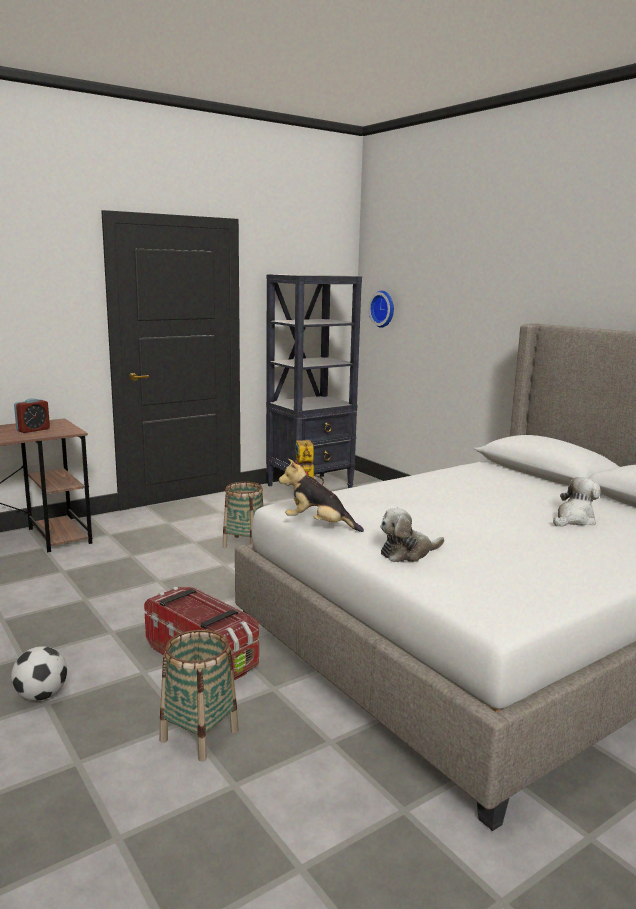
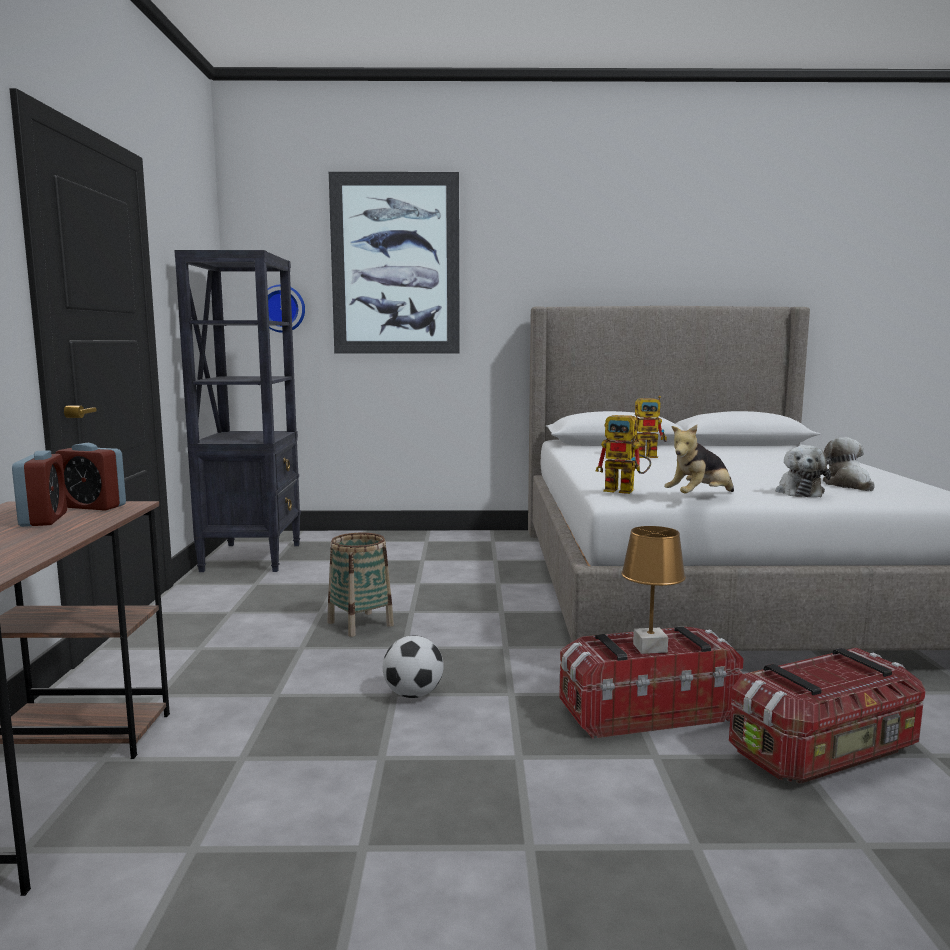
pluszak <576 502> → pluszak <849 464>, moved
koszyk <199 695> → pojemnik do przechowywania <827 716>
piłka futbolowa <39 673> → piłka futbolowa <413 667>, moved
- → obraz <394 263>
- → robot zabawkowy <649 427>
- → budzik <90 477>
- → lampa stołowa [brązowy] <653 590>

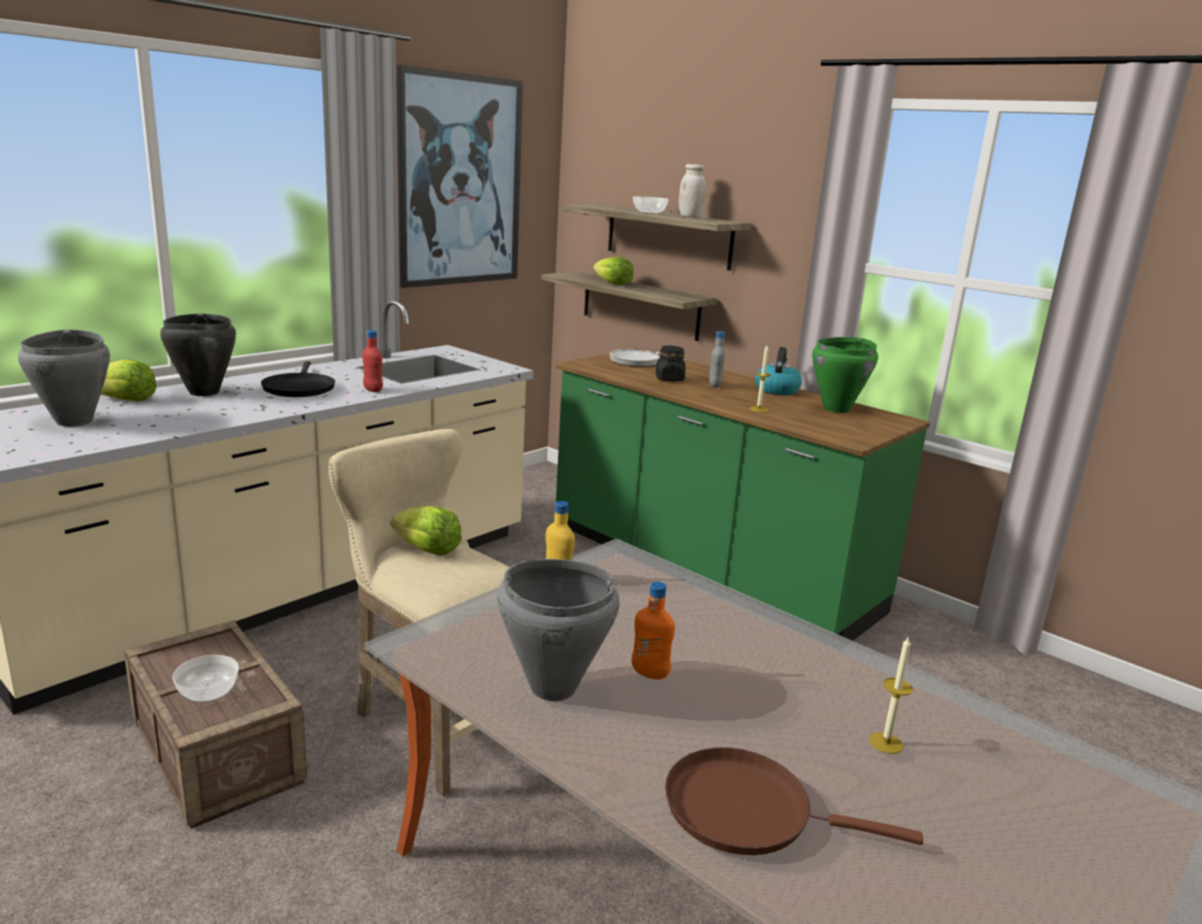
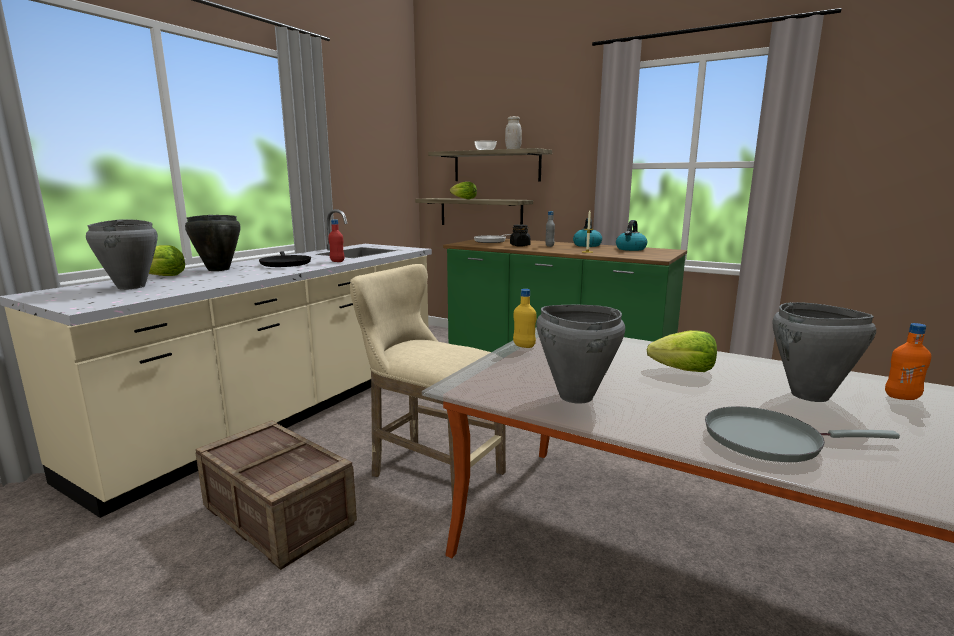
obraz <460 176> → -
garnek [zielony] <845 375> → czajnik <631 235>
sałata <426 531> → sałata <682 351>, moved
butelka [pomarańczowy] <653 631> → butelka [pomarańczowy] <908 361>, moved
świeca <891 695> → garnek [szary] <824 352>
miska <206 678> → -
patelnia [brązowy] <794 801> → patelnia [szary] <802 434>

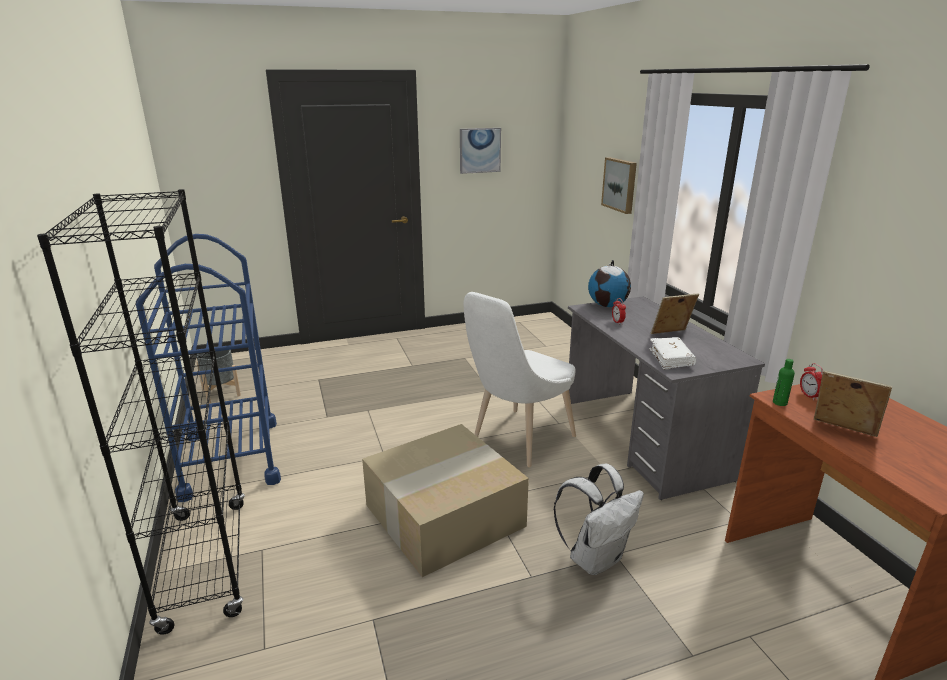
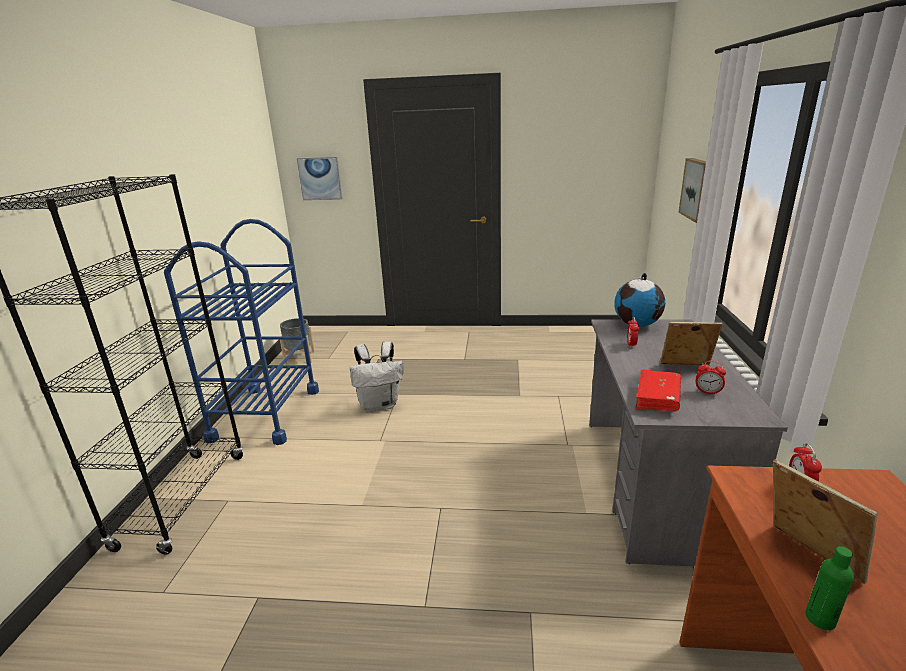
obraz <480 151> → obraz <320 178>, moved
krzesło [biały] <520 379> → -
książka [biały] <673 353> → książka [czerwony] <658 390>
butelka [zielony] <784 382> → butelka [zielony] <829 588>, moved
karton <445 500> → -
plecak [biały] <598 519> → plecak [biały] <376 376>, moved
- → budzik <711 377>

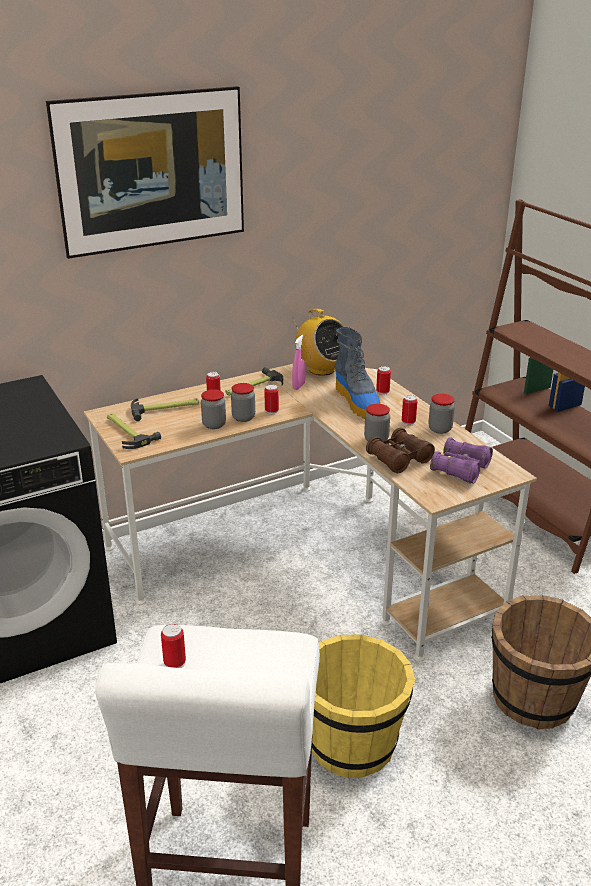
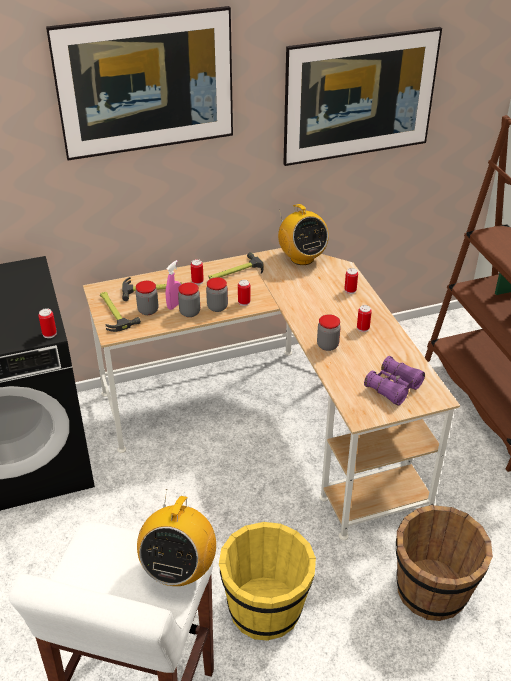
but z cholewką <358 373> → -
spryskiwacz [różowy] <299 362> → spryskiwacz [różowy] <173 285>, moved
słoik <441 414> → słoik <147 298>, moved
lornetka [brązowy] <400 450> → -
puszka <173 645> → puszka <47 323>, moved
- → obraz <362 96>
- → radio <176 537>

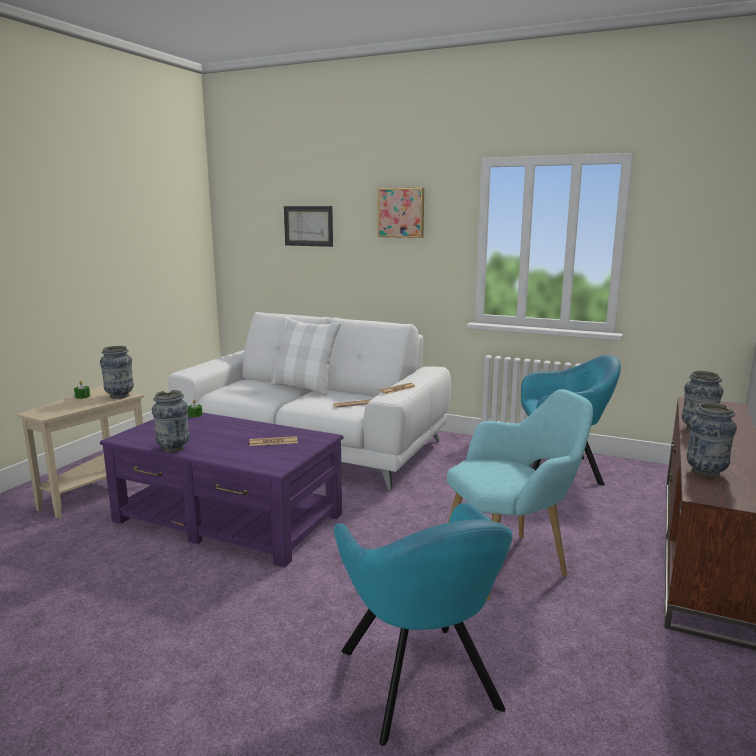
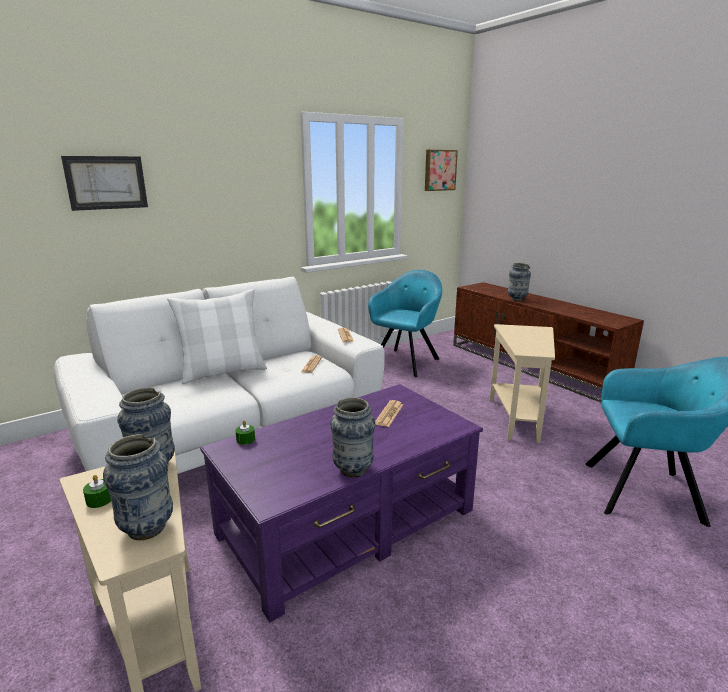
obraz <401 213> → obraz <441 170>, moved
fotel [turkusowy] <520 495> → stolik [beżowy] <522 383>
wazon <711 440> → wazon <138 487>, moved

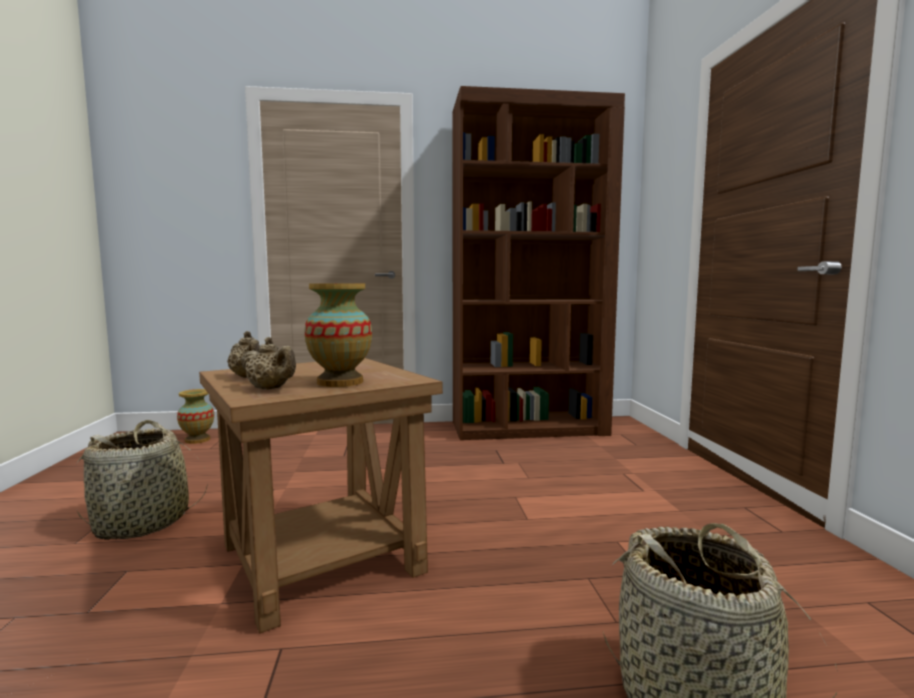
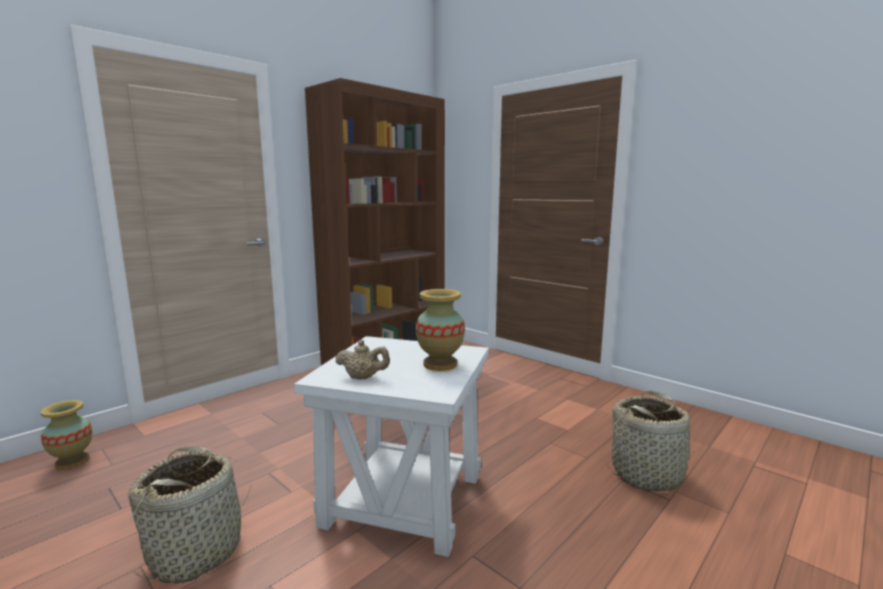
imbryk [beżowy] <268 363> → -
stolik [brązowy] <321 496> → stolik [biały] <391 446>

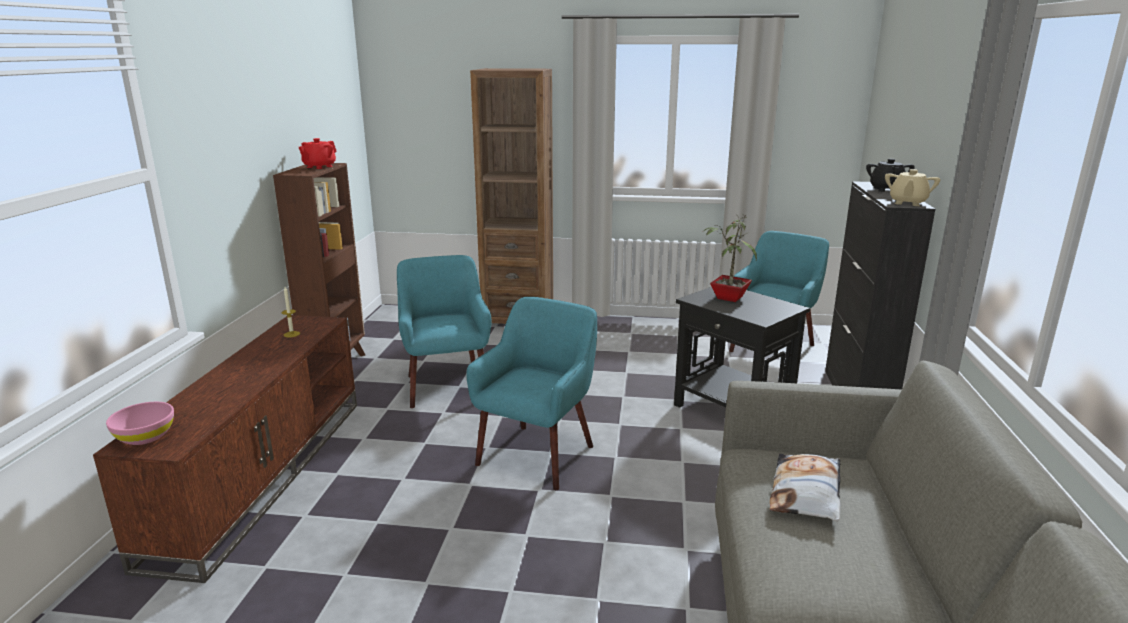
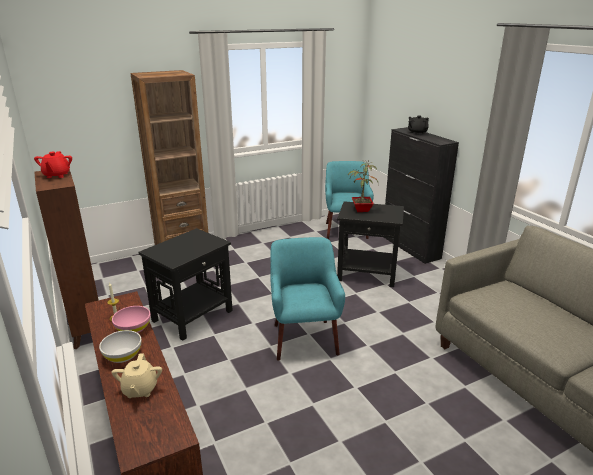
imbryk [beżowy] <912 187> → imbryk [beżowy] <137 376>, moved
fotel [turkusowy] <444 331> → stolik [czarny] <185 284>
miska [różowy] <140 423> → miska [różowy] <131 319>, moved
poduszka <805 487> → -
- → miska [biały] <120 346>

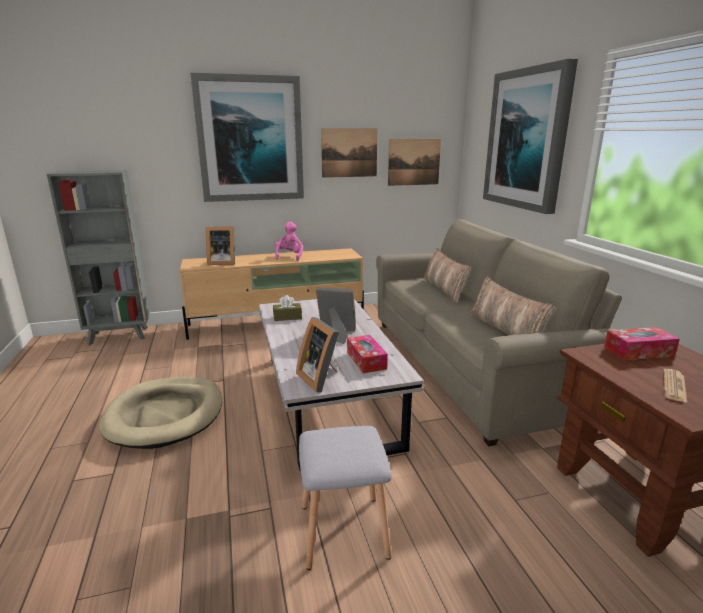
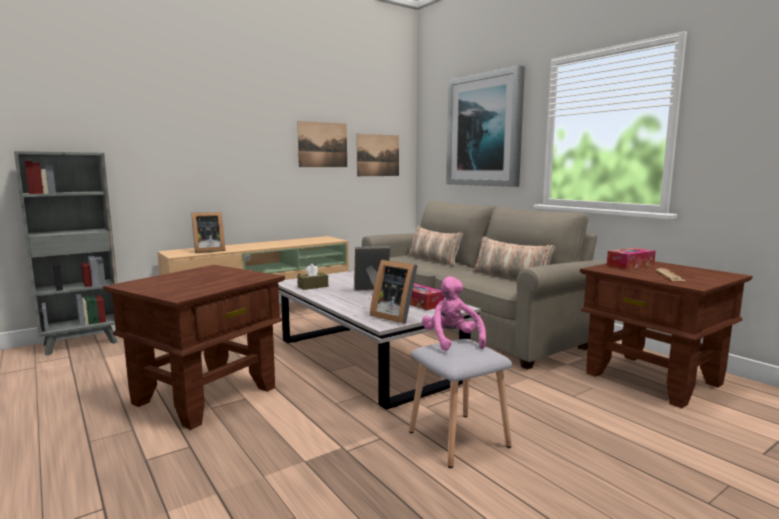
obraz <247 137> → -
pluszak [różowy] <289 241> → pluszak [różowy] <454 313>, moved
legowisko [beżowy] <160 413> → stolik [brązowy] <194 347>

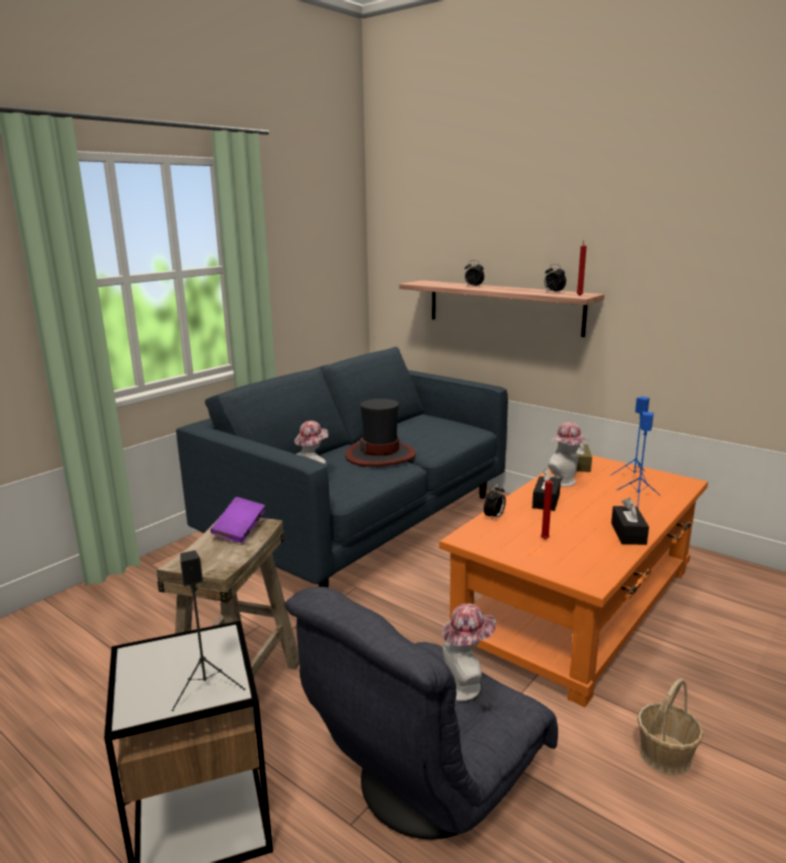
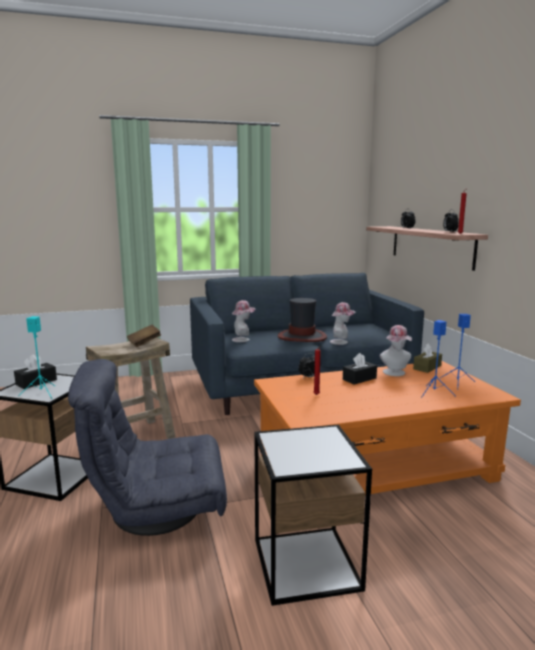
książka [fioletowy] <237 520> → książka [brązowy] <144 336>
pudełko chusteczek [czarny] <630 521> → pudełko chusteczek [czarny] <35 371>, moved
głośnik [czarny] <208 630> → głośnik [turkusowy] <36 357>
kapelusz <469 652> → kapelusz <343 323>, moved
koszyk <670 727> → stolik <313 515>

